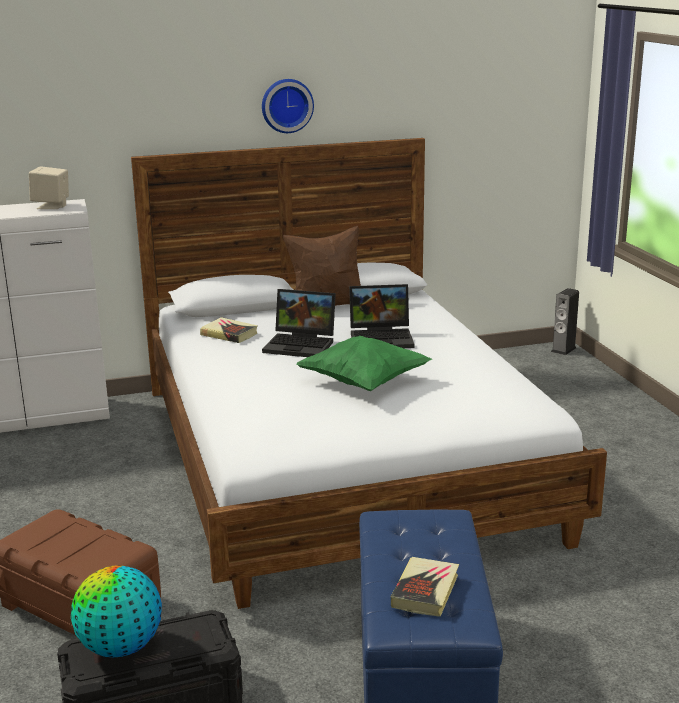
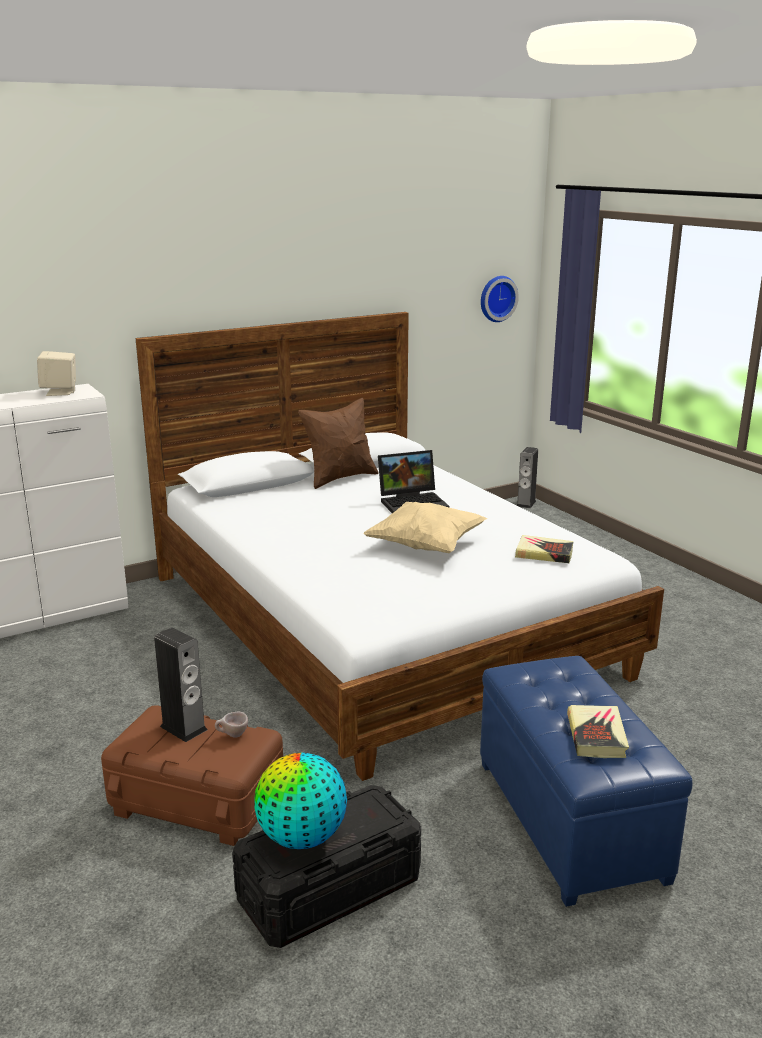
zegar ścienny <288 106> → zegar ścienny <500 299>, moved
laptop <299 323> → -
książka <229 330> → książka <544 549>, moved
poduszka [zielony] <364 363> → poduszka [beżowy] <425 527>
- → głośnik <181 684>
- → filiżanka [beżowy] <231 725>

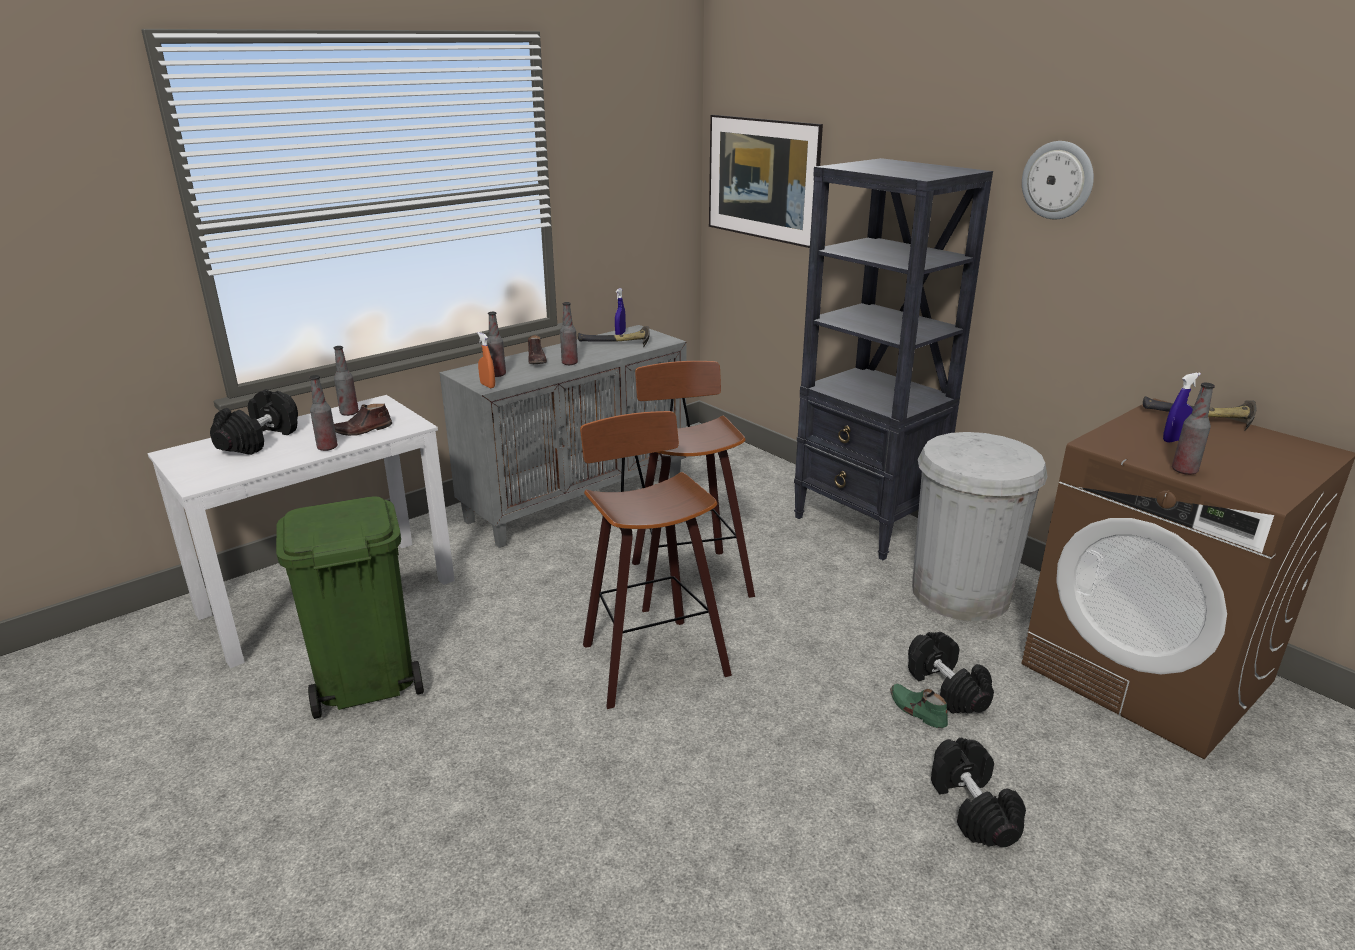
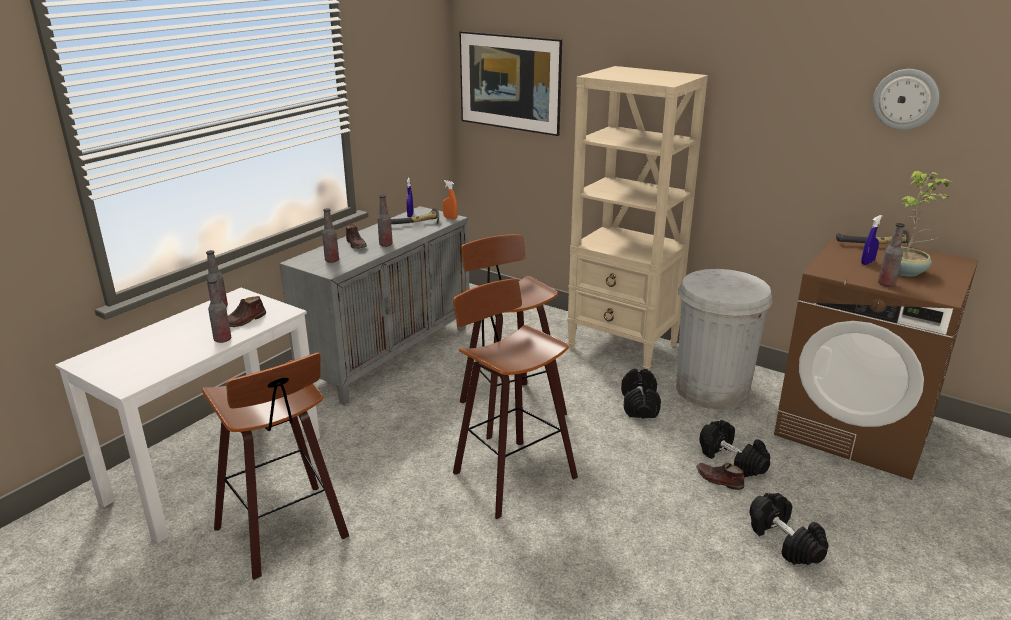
zegar ścienny <1058 180> → zegar ścienny <906 99>, moved
regał [czarny] <893 359> → regał [beżowy] <637 218>
spryskiwacz [pomarańczowy] <486 360> → spryskiwacz [pomarańczowy] <450 200>, moved
hantel [czarny] <254 422> → hantel [czarny] <641 394>, moved
kosz na śmieci [zielony] <350 607> → stołek <275 466>
but [zielony] <919 706> → but [brązowy] <720 476>
- → roślina doniczkowa <924 224>

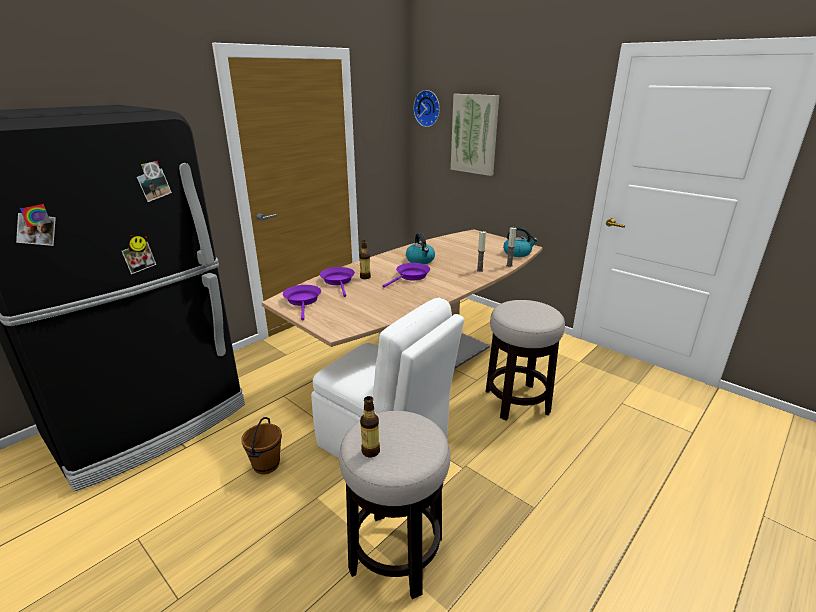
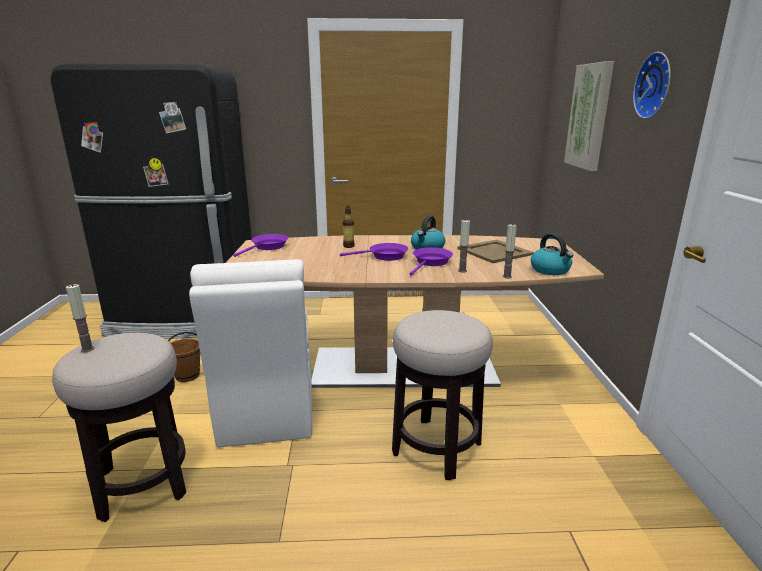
zegar ścienny <426 108> → zegar ścienny <652 85>, moved
patelnia [fioletowy] <337 282> → patelnia [fioletowy] <431 261>, moved
butelka <370 426> → świeca <80 318>
- → taca [beżowy] <495 251>

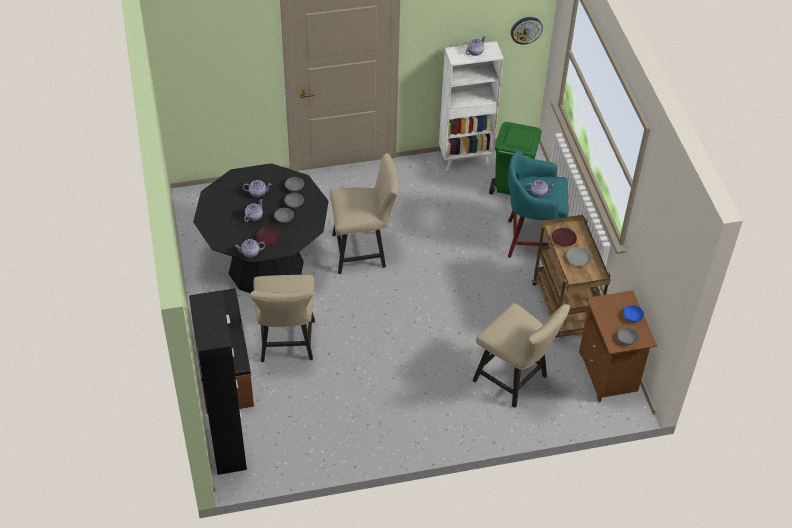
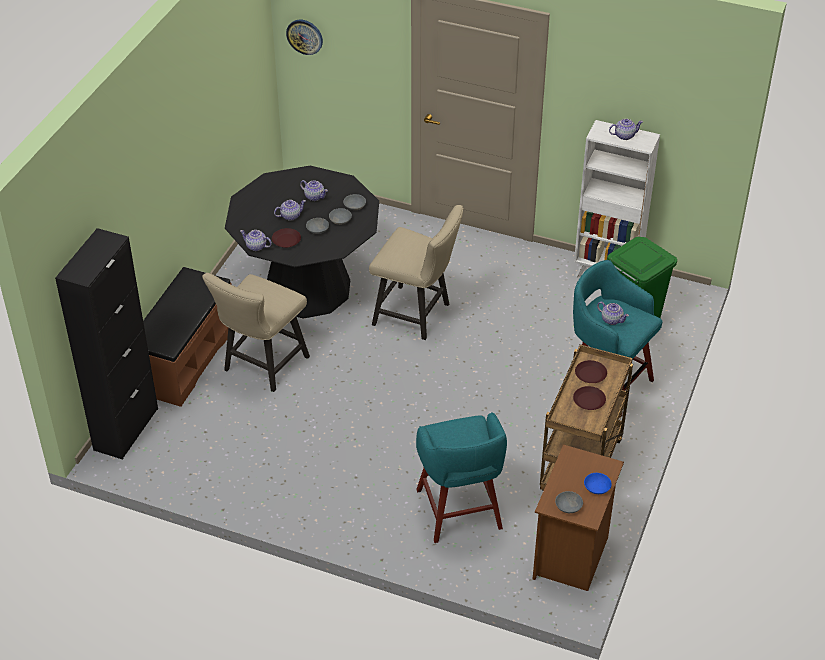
zegar ścienny <527 31> → zegar ścienny <304 37>, moved
talerz [szary] <579 256> → talerz [brązowy] <589 398>
krzesło [beżowy] <521 355> → stołek [turkusowy] <461 477>

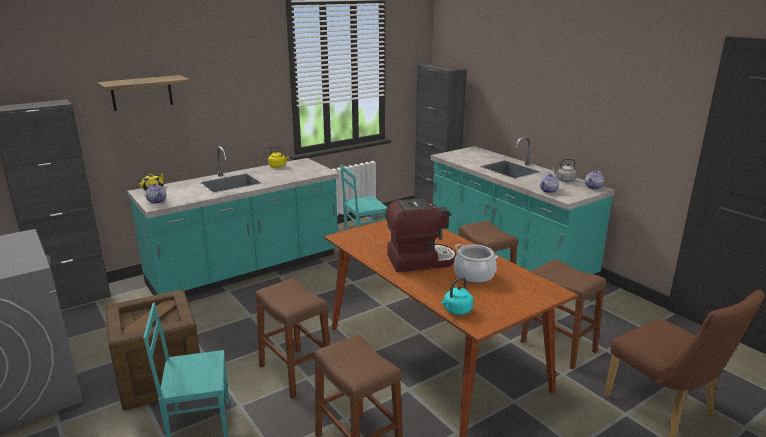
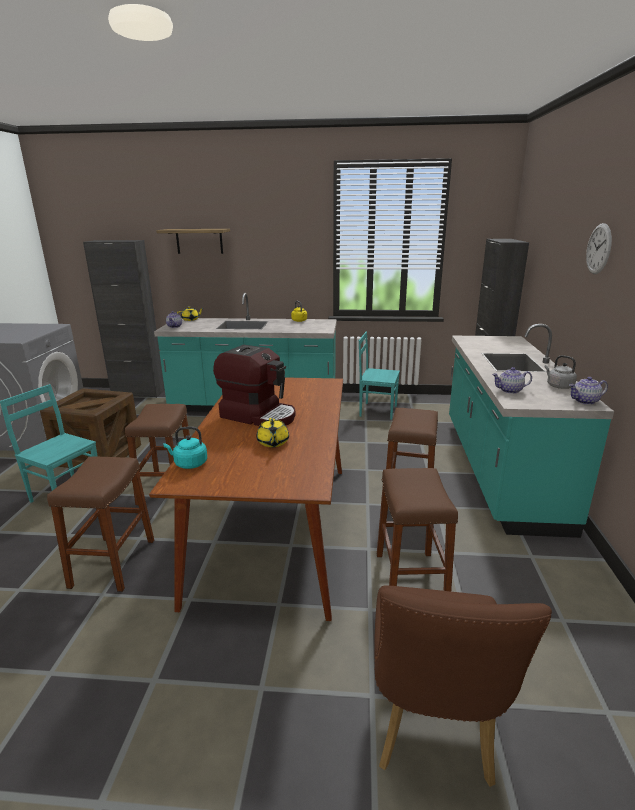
garnek <476 263> → imbryk [żółty] <272 432>
- → zegar ścienny <599 248>

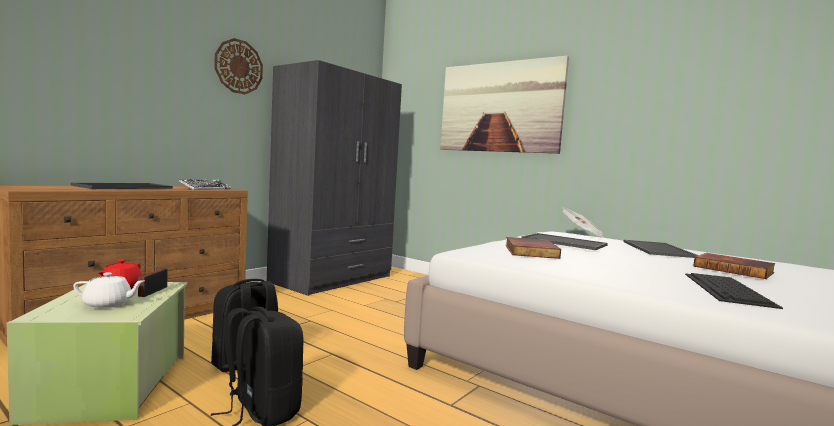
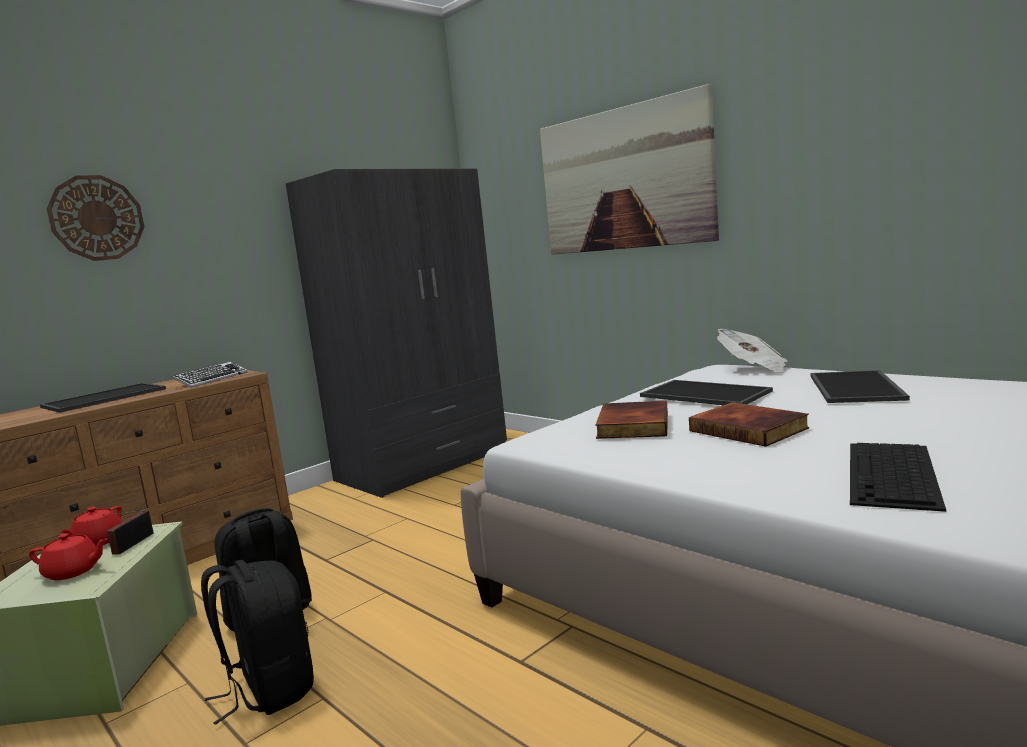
zegar ścienny <238 66> → zegar ścienny <96 218>, moved
książka <734 266> → książka <749 424>, moved
imbryk [biały] <108 290> → imbryk [czerwony] <68 556>

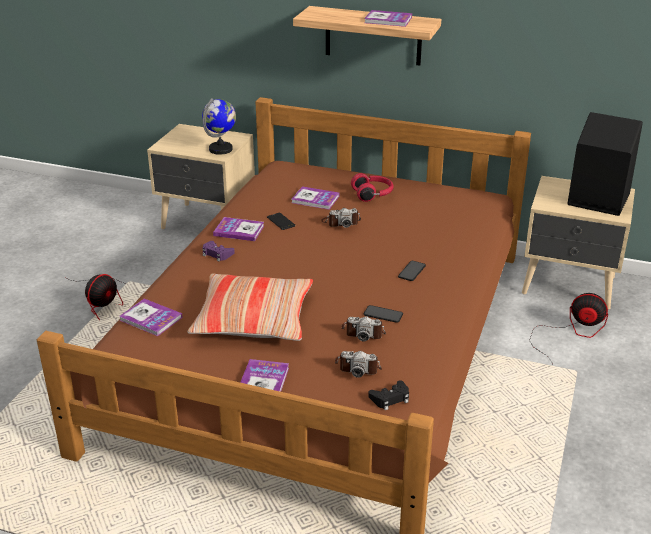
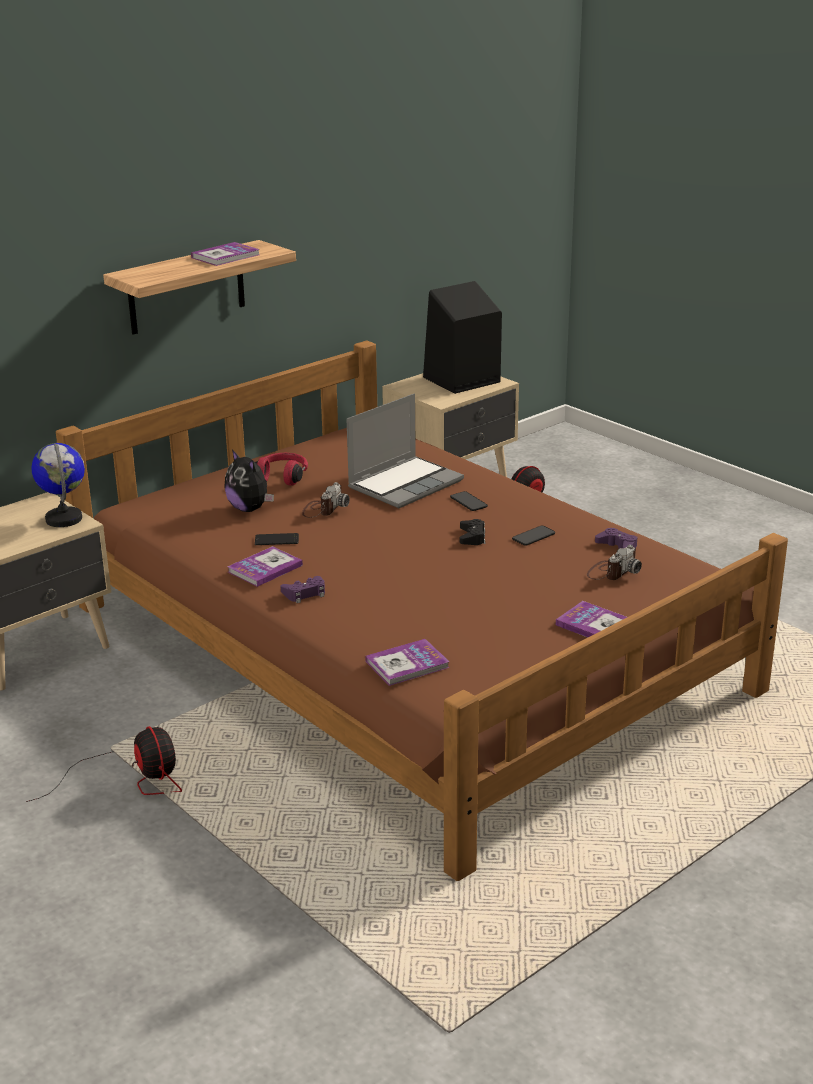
książka <316 198> → pluszak <249 481>
poduszka <250 307> → -
aparat fotograficzny <364 329> → -
pad do gier [czarny] <388 395> → pad do gier [czarny] <472 532>, moved
- → laptop <405 450>
- → pad do gier [fioletowy] <616 538>

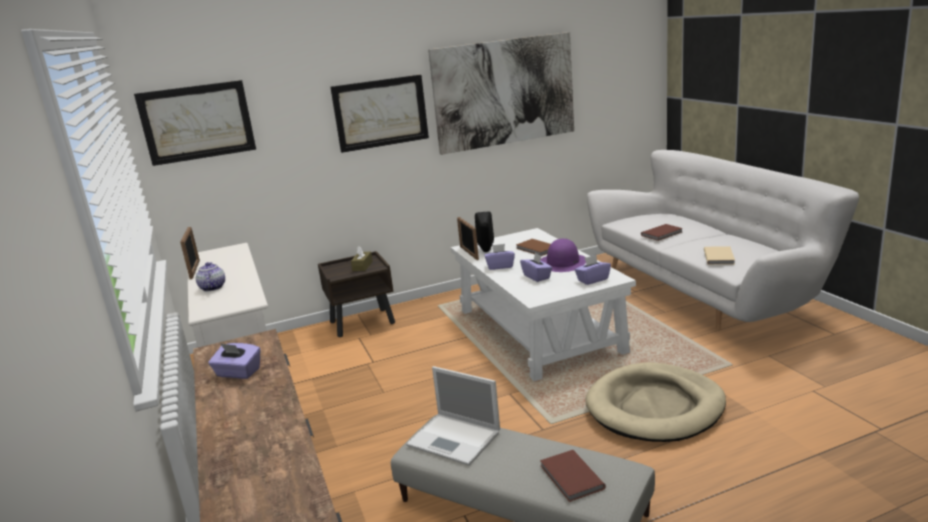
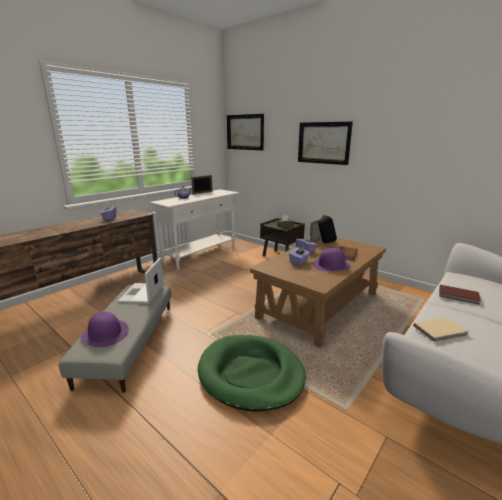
obraz <501 93> → -
ława [biały] <543 304> → ława [brązowy] <318 293>
pudełko chusteczek [fioletowy] <593 270> → -
legowisko [beżowy] <655 402> → legowisko [zielony] <252 373>
książka [brązowy] <572 476> → kapelusz [fioletowy] <105 329>

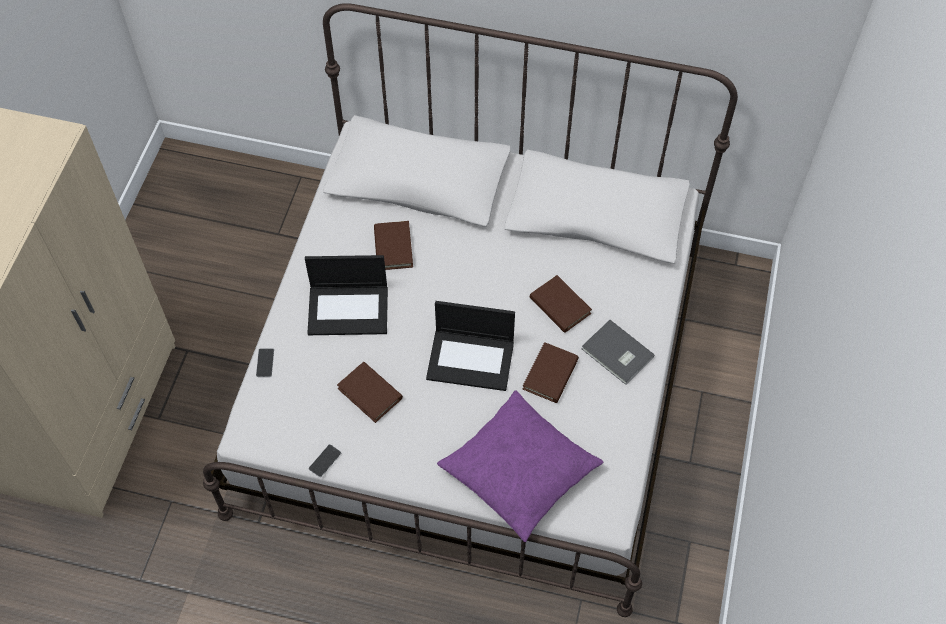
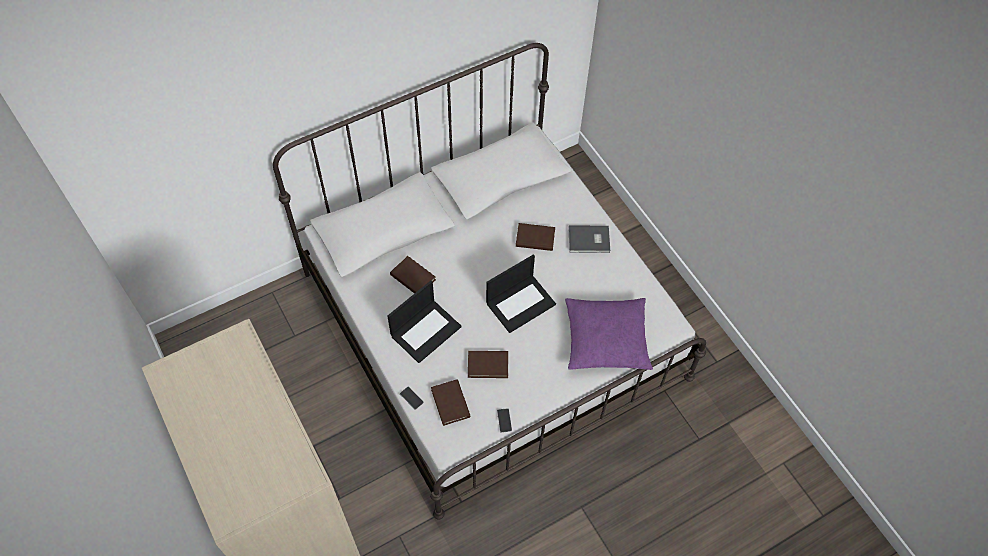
książka [brązowy] <551 372> → książka [brązowy] <450 402>, moved

